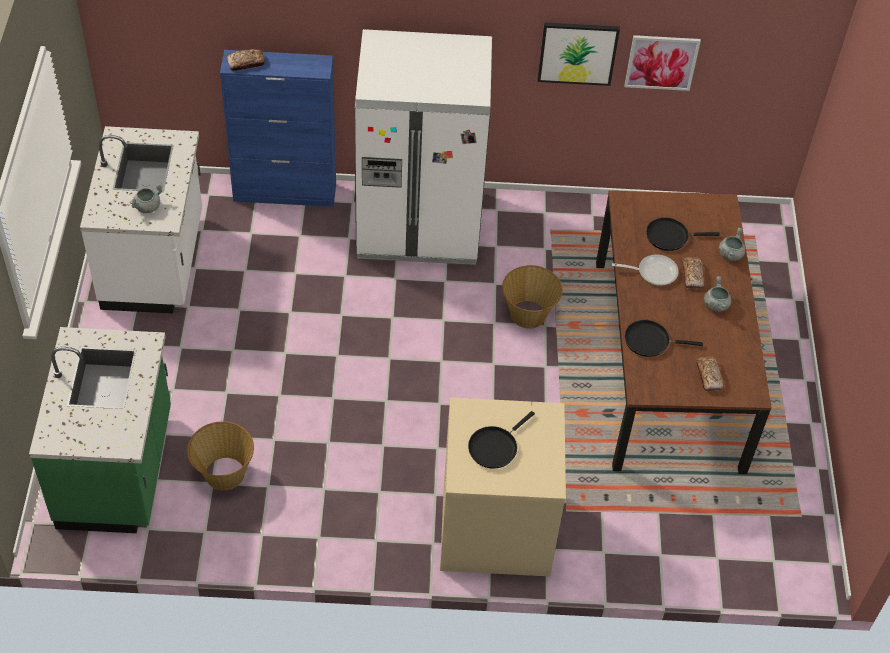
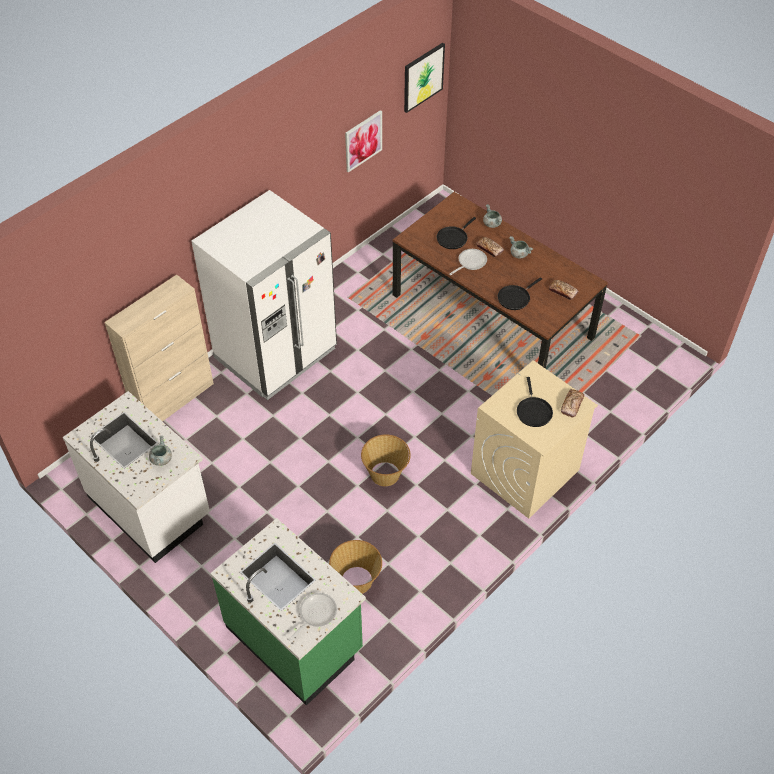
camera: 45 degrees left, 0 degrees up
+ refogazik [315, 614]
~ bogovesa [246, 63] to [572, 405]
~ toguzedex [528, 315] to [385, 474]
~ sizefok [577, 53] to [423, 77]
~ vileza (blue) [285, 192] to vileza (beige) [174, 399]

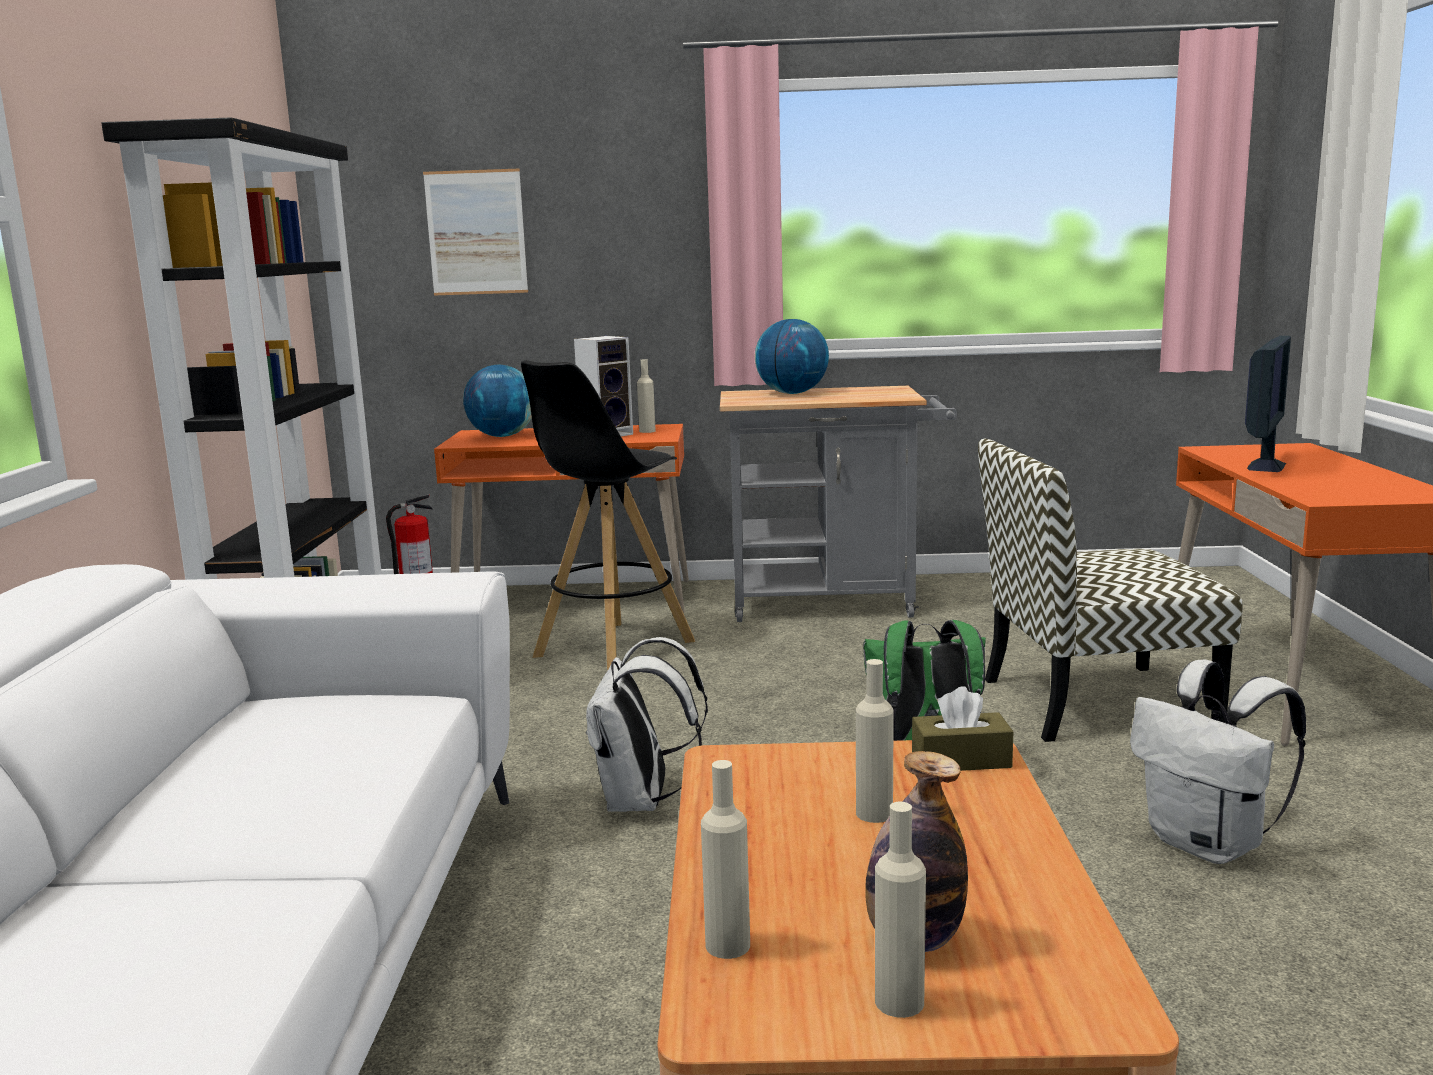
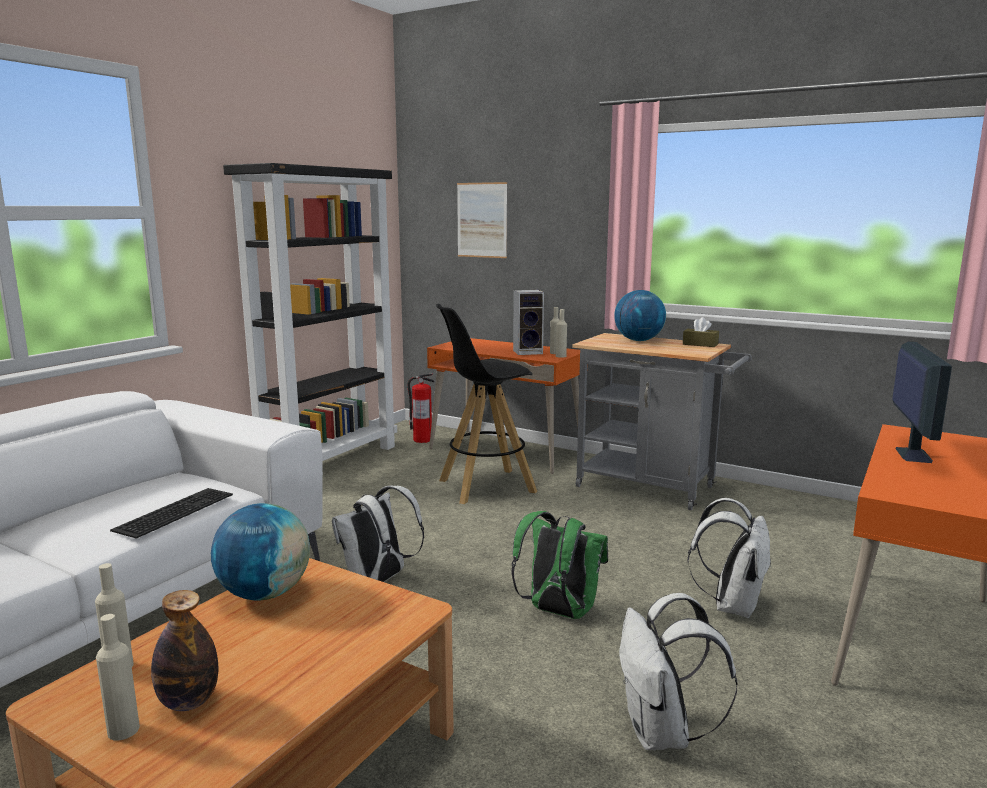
camera: 30 degrees right, 0 degrees up
+ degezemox [174, 511]
~ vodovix [502, 436] to [264, 594]
~ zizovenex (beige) [874, 813] to [560, 356]
~ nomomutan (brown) [961, 760] to [700, 344]
~ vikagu [1094, 702] to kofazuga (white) [731, 605]
~ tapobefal [1266, 466] = [912, 454] 45 degrees counterclockwise

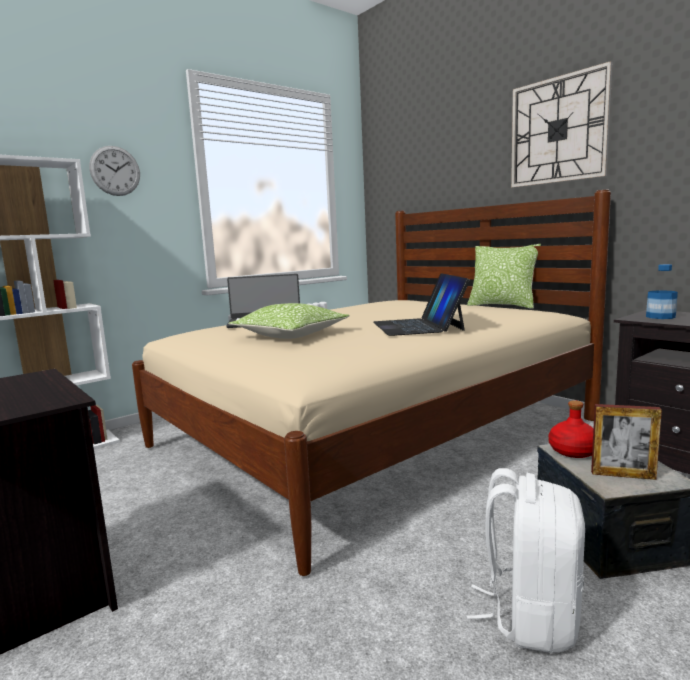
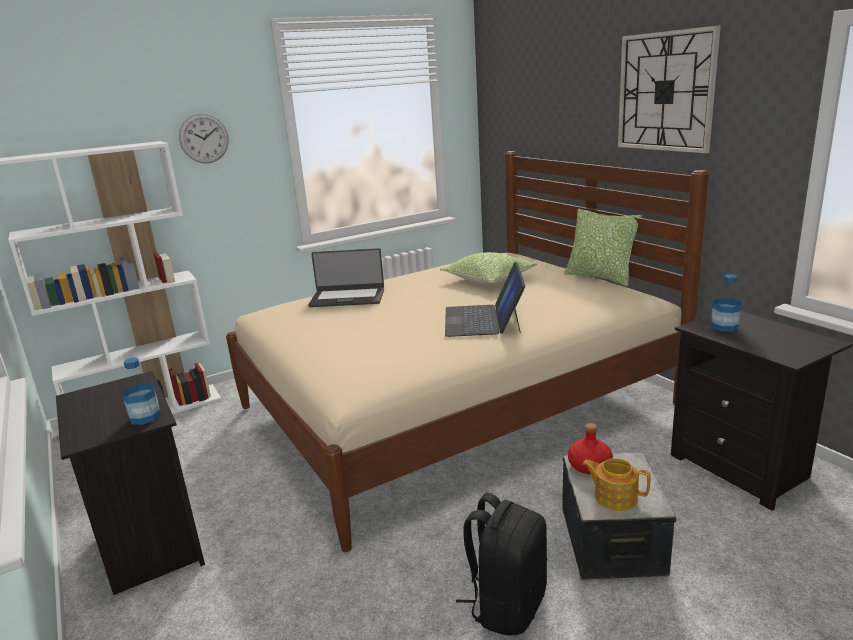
camera: 10 degrees right, 10 degrees up
+ zizovenex [145, 417]
~ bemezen [291, 335] to [488, 279]
~ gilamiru [623, 475] to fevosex [614, 497]
~ kofazuga (white) [530, 616] to kofazuga (black) [507, 605]

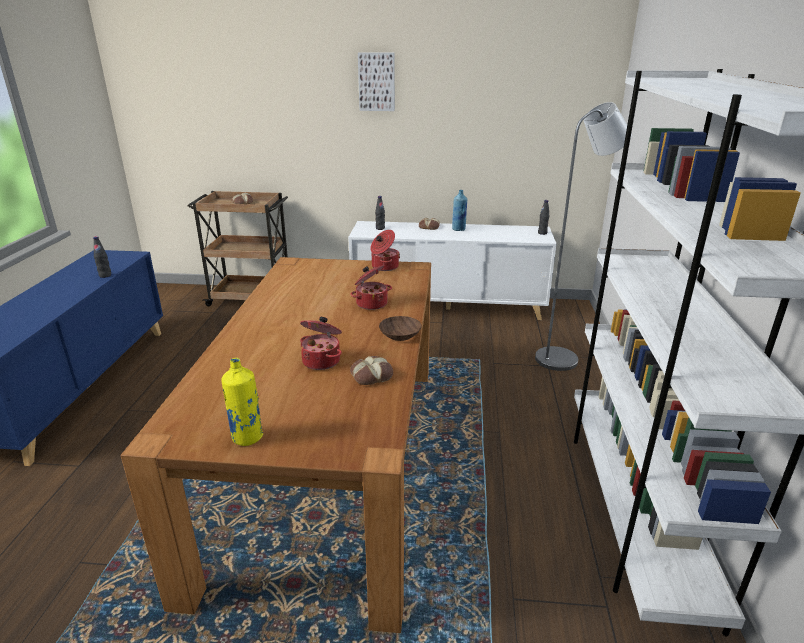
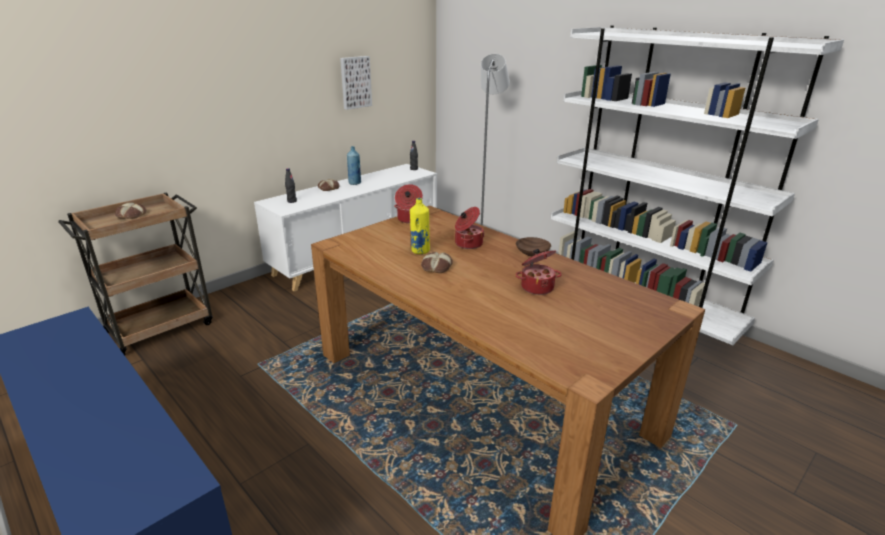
camera: 50 degrees left, 0 degrees up
- zizovenex (black) [105, 275]
~ zizovenex (yellow) [247, 437] to [420, 251]
~ bogovesa [371, 375] to [436, 266]
~ sizefok [377, 82] to [355, 82]

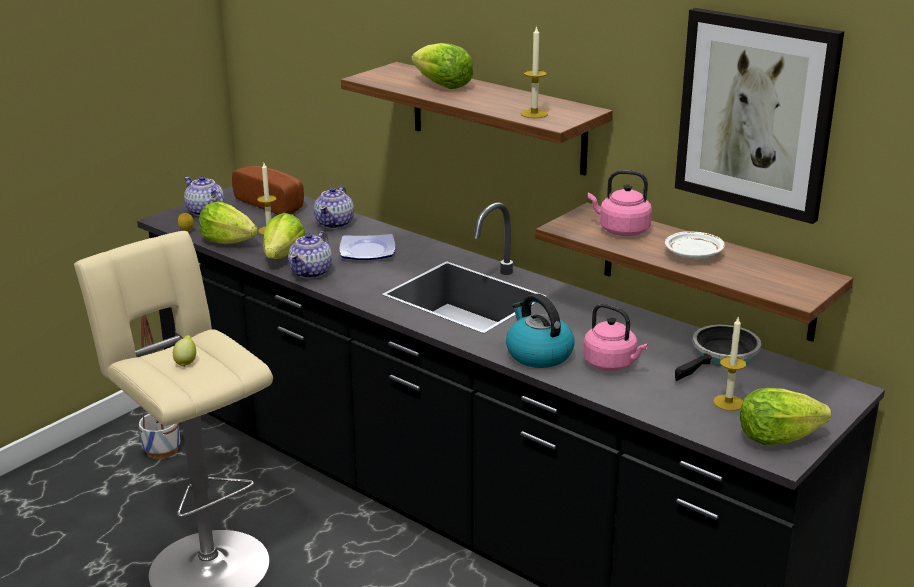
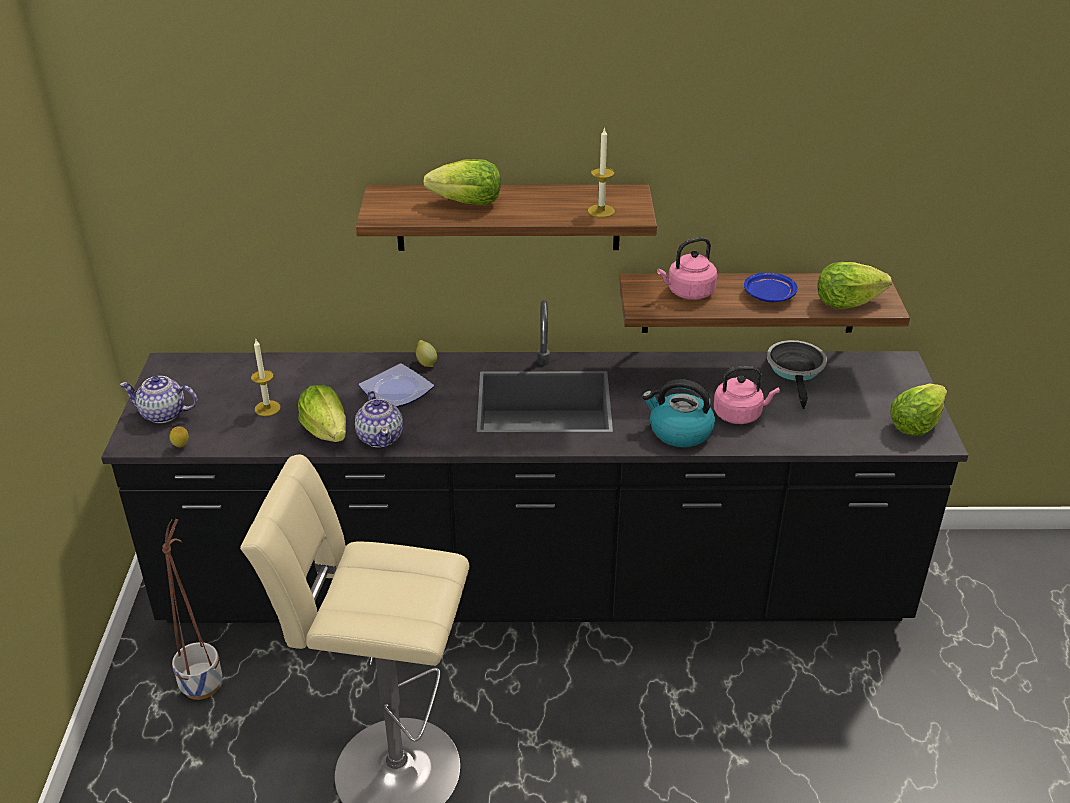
camera: 40 degrees left, 10 degrees up
- bogovesa [273, 203]
- fevosex [335, 223]
- sizefok [756, 113]
- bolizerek [728, 402]
~ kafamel [186, 362] to [426, 363]
~ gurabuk [228, 241] to [846, 303]
~ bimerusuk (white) [693, 254] to bimerusuk (blue) [769, 295]

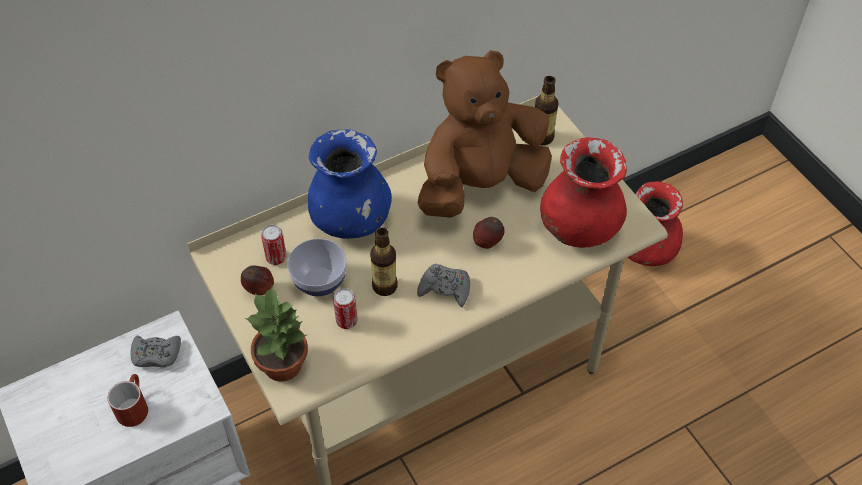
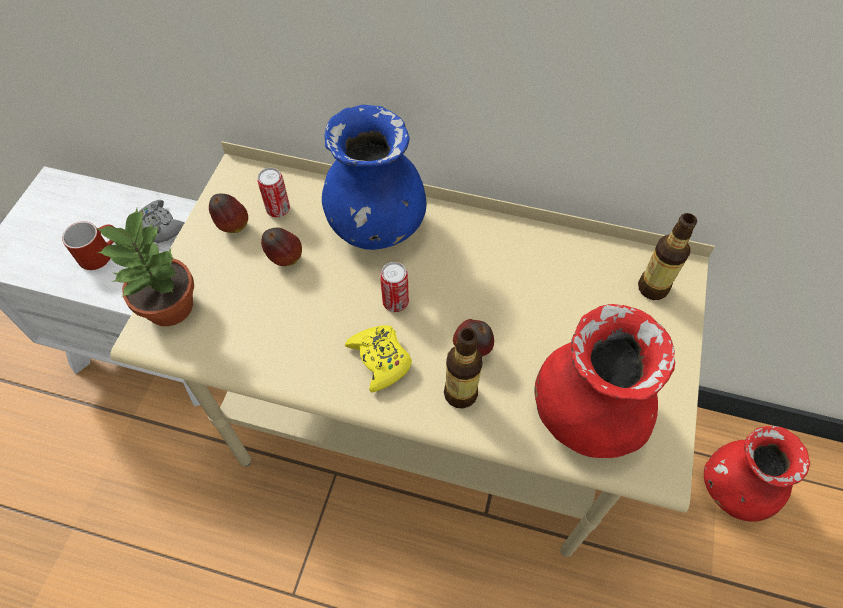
camera: 45 degrees right, 5 degrees up
- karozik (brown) [480, 185]
~ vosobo [346, 321] to [395, 302]
~ zizovenex [385, 286] to [460, 394]
~ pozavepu [320, 282] to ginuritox [285, 259]
~ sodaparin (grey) [445, 288] to sodaparin (yellow) [380, 360]

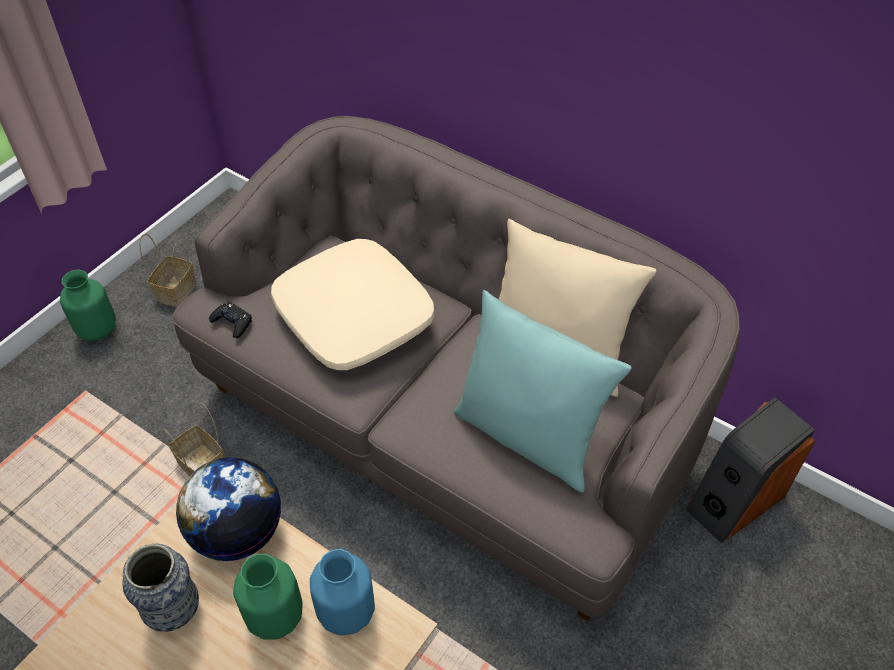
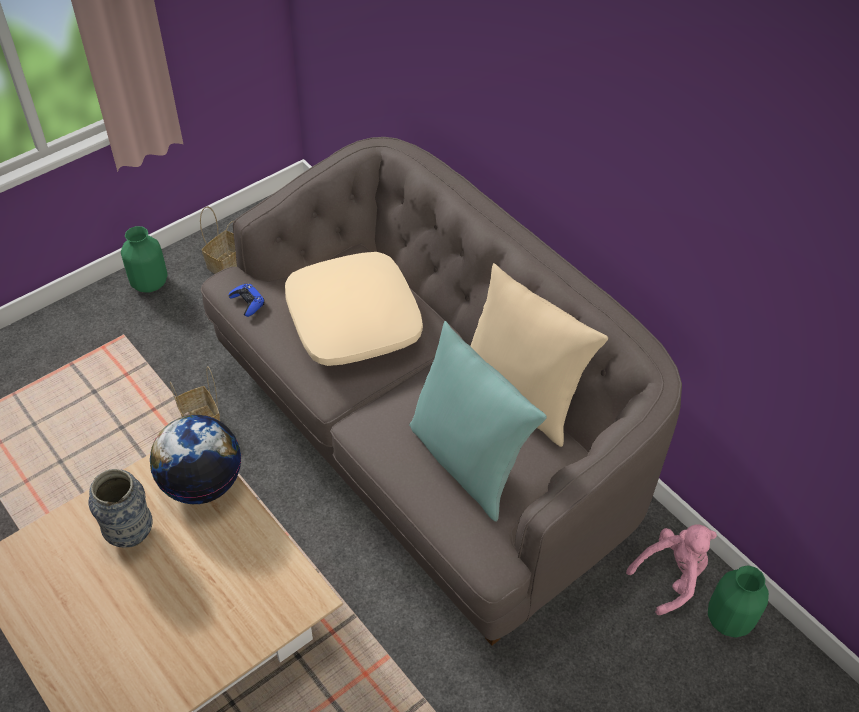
camera: 15 degrees right, 0 degrees up
- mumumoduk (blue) [346, 613]
~ mumumoduk (green) [276, 616] to [730, 619]
~ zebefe [734, 500] to karozik (pink) [671, 577]
~ sodaparin (black) [232, 323] to sodaparin (blue) [247, 302]

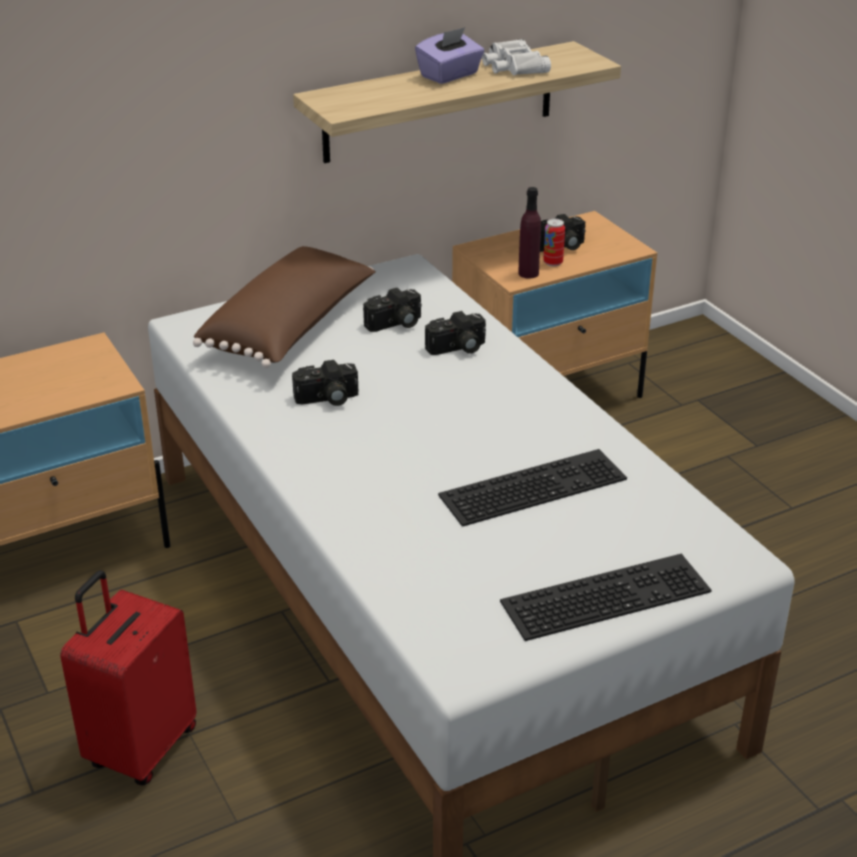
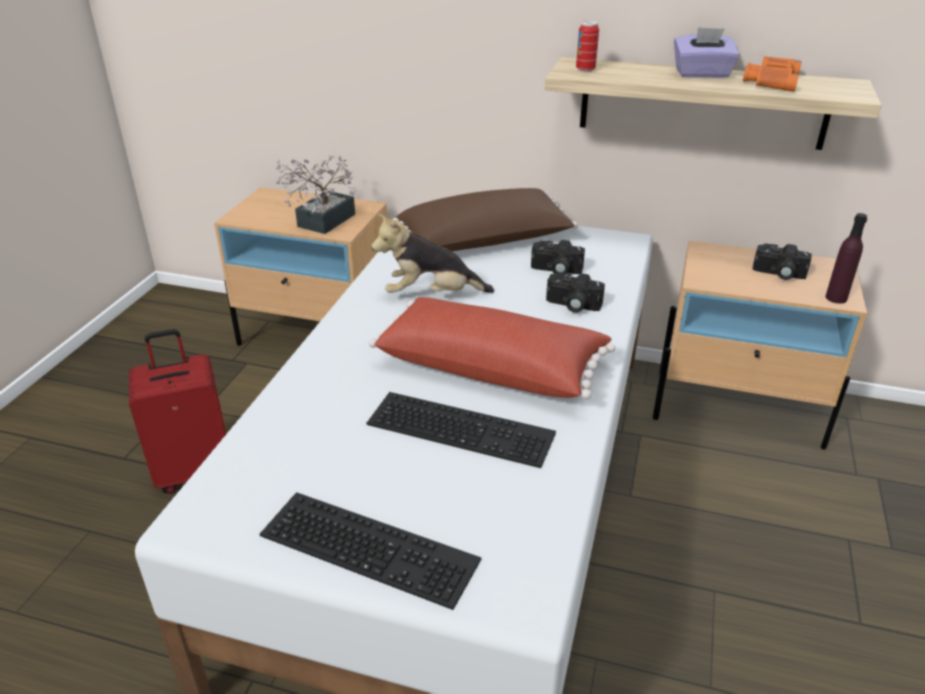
camera: 45 degrees right, 0 degrees up
+ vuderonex [321, 223]
+ bemezen (red) [491, 367]
~ zizovenex (purple) [528, 273] to [836, 298]
~ vosobo [553, 263] to [585, 70]
~ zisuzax [327, 399] to karozik [431, 295]
~ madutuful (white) [513, 66] to madutuful (orange) [771, 81]

